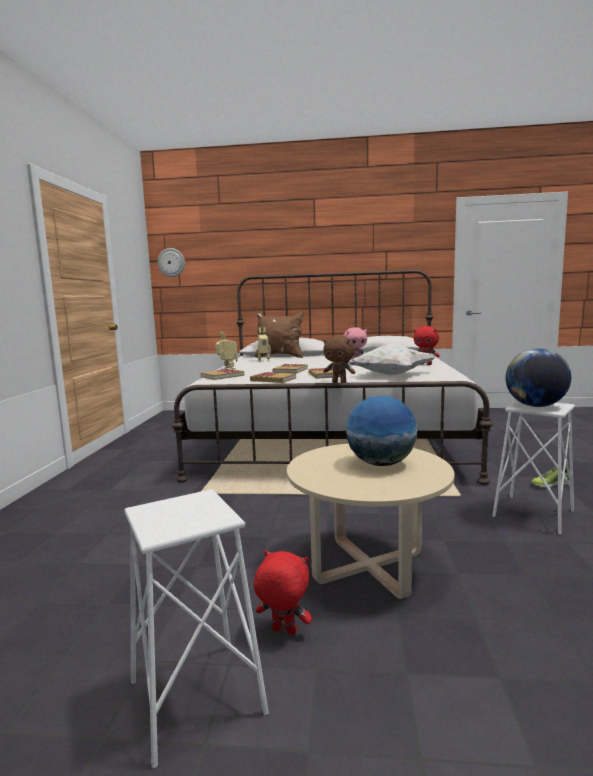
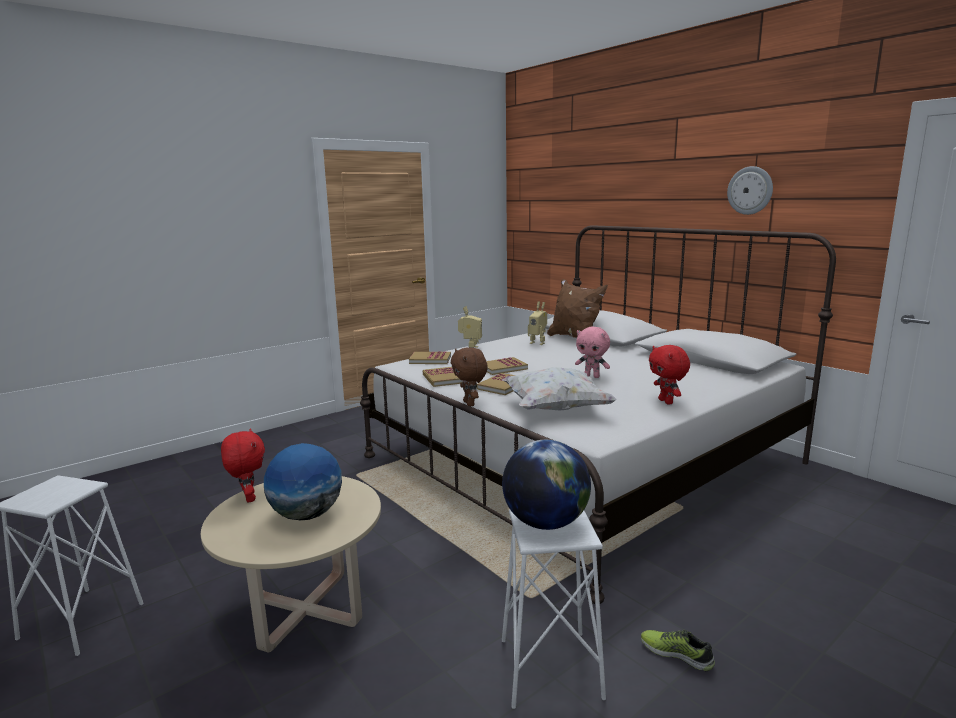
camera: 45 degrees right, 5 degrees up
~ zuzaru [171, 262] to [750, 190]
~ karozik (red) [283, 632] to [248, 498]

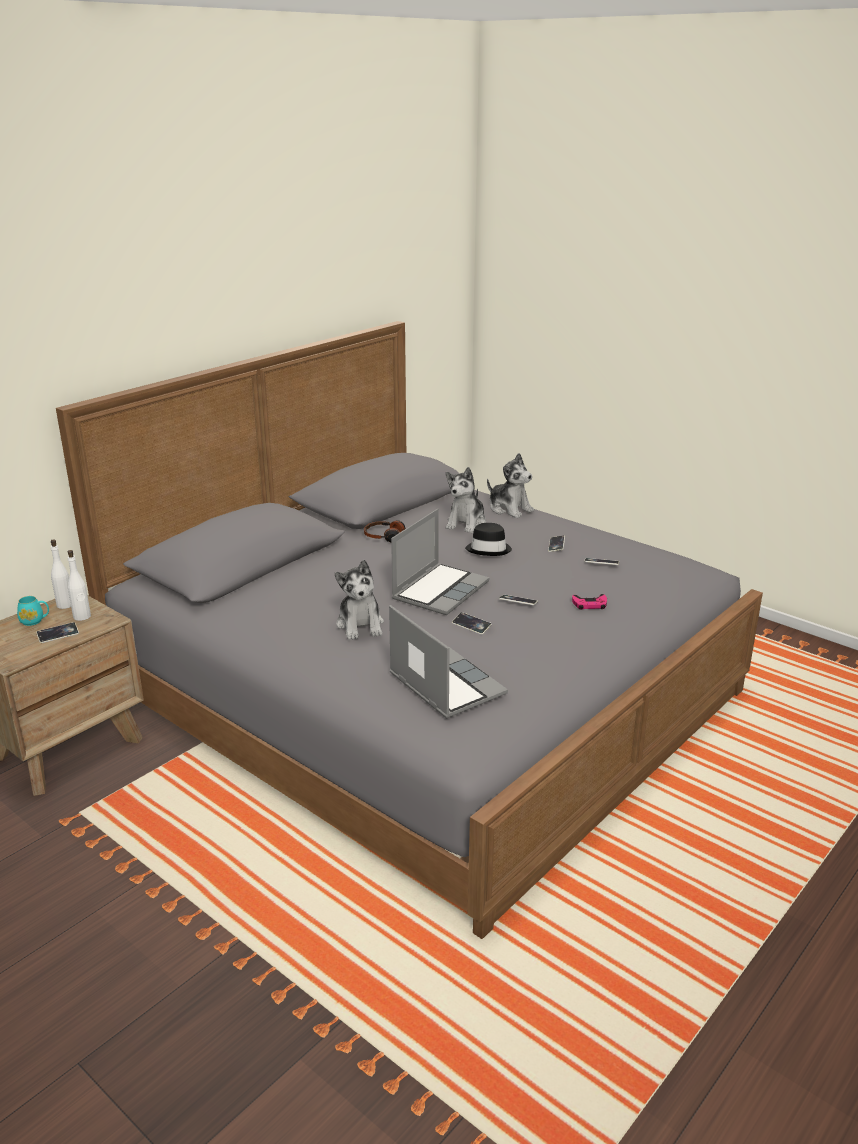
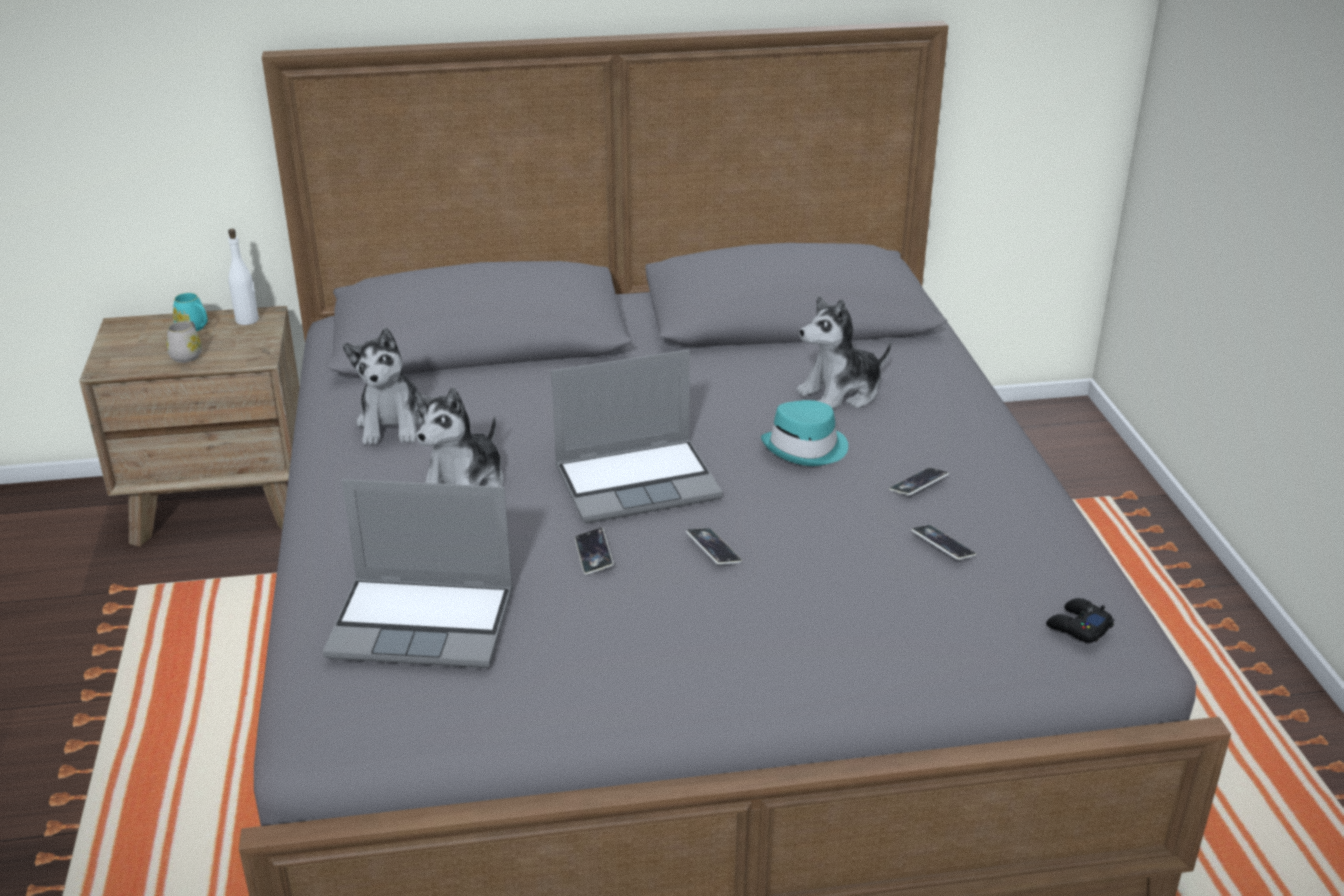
camera: 40 degrees right, 5 degrees up
- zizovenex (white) [82, 616]
- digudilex [385, 536]
- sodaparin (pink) [590, 604]
+ sodaparin (black) [1078, 627]
~ karozik [509, 509] to [392, 424]
~ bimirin [58, 635] to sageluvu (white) [188, 354]
~ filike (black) [489, 549] to filike (turquoise) [806, 448]
~ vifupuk [444, 685] = [425, 623] 90 degrees clockwise

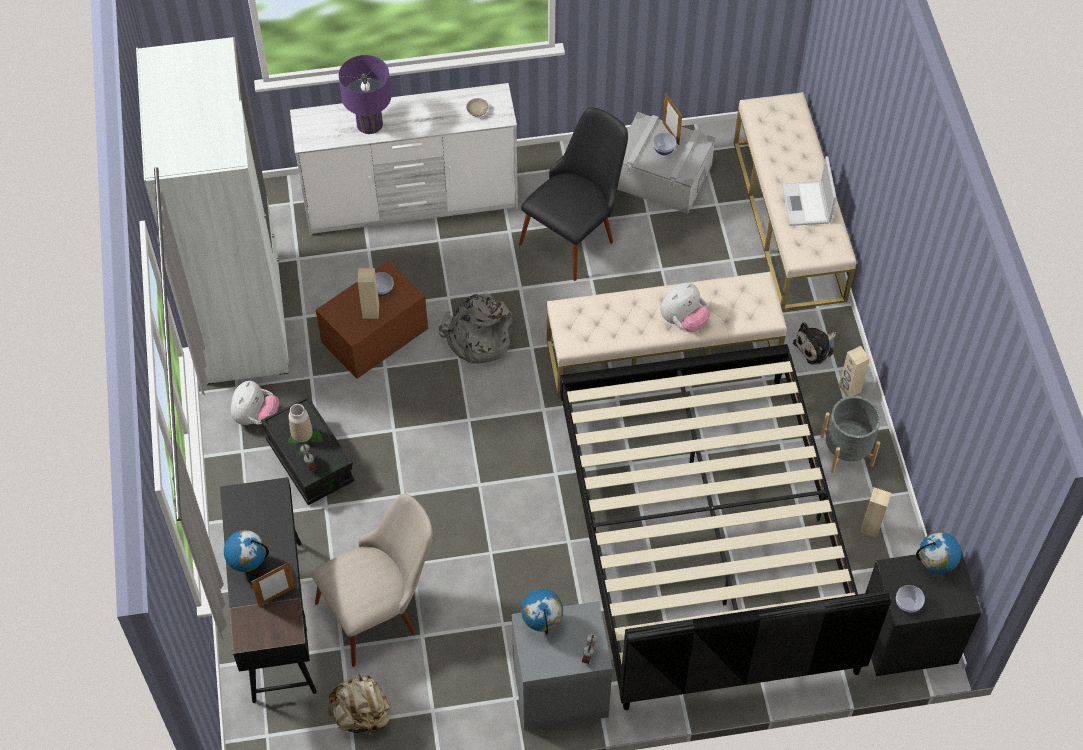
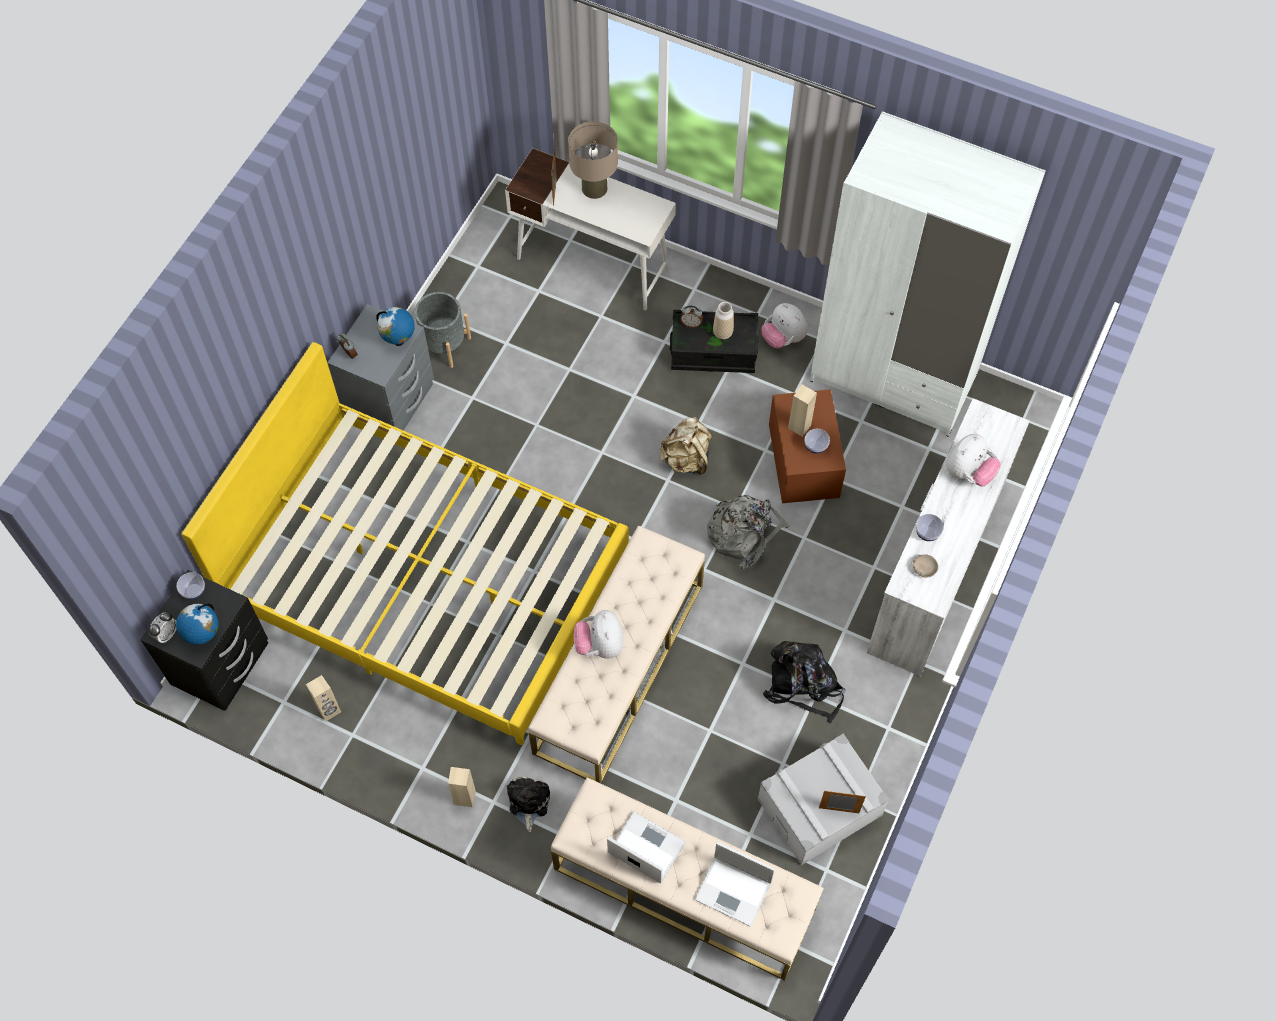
camera: 125 degrees right, 5 degrees up
- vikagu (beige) [380, 609]
+ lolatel [166, 634]
+ vifupuk [734, 891]
~ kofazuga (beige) [362, 715] to [686, 459]
~ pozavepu [663, 150] to [927, 533]
~ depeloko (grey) [846, 450] to [444, 345]
~ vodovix [248, 564] to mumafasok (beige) [594, 188]
~ mumafasok (purple) [369, 124] to karozik [968, 472]
~ vikagu (black) [575, 233] to kofazuga (black) [803, 684]
~ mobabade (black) [277, 619] to mobabade (white) [593, 264]
~ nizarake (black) [704, 536] to nizarake (yellow) [426, 580]

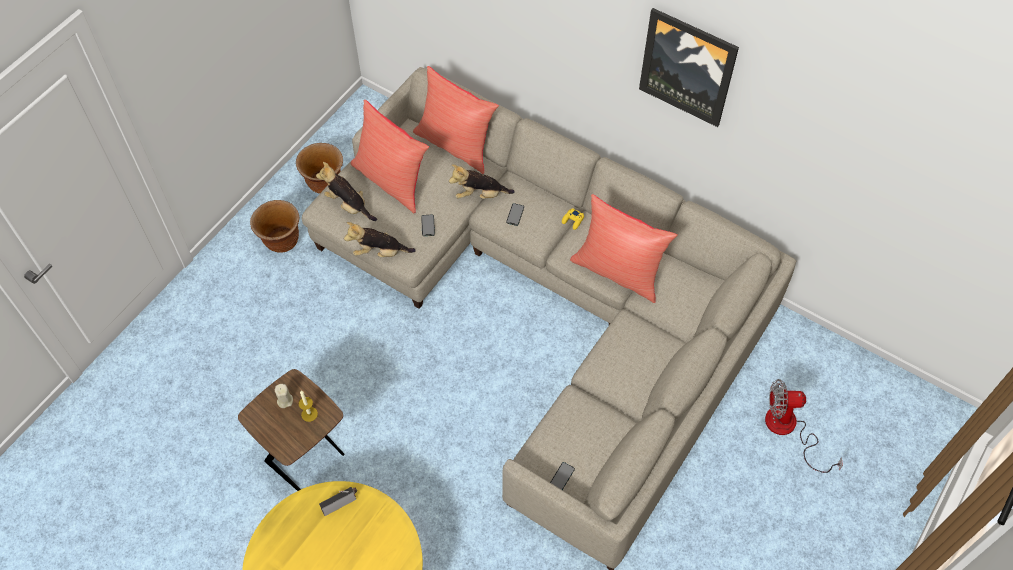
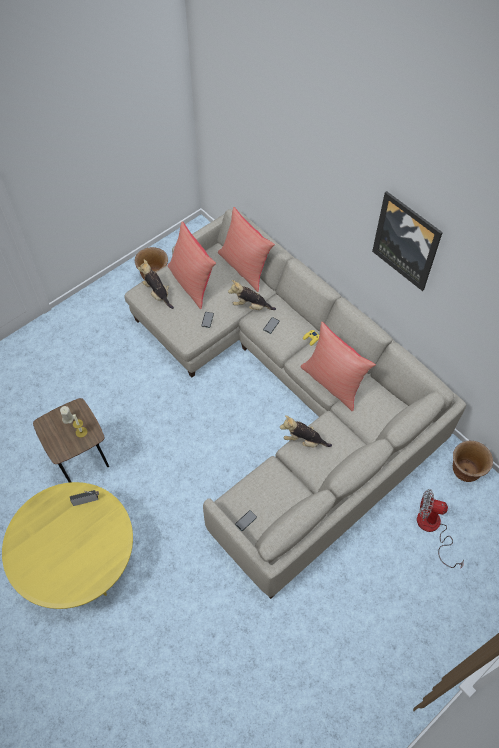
camera: 15 degrees right, 0 degrees up
~ depeloko (brown) [282, 242] to [465, 471]
~ karozik [379, 252] to [303, 440]

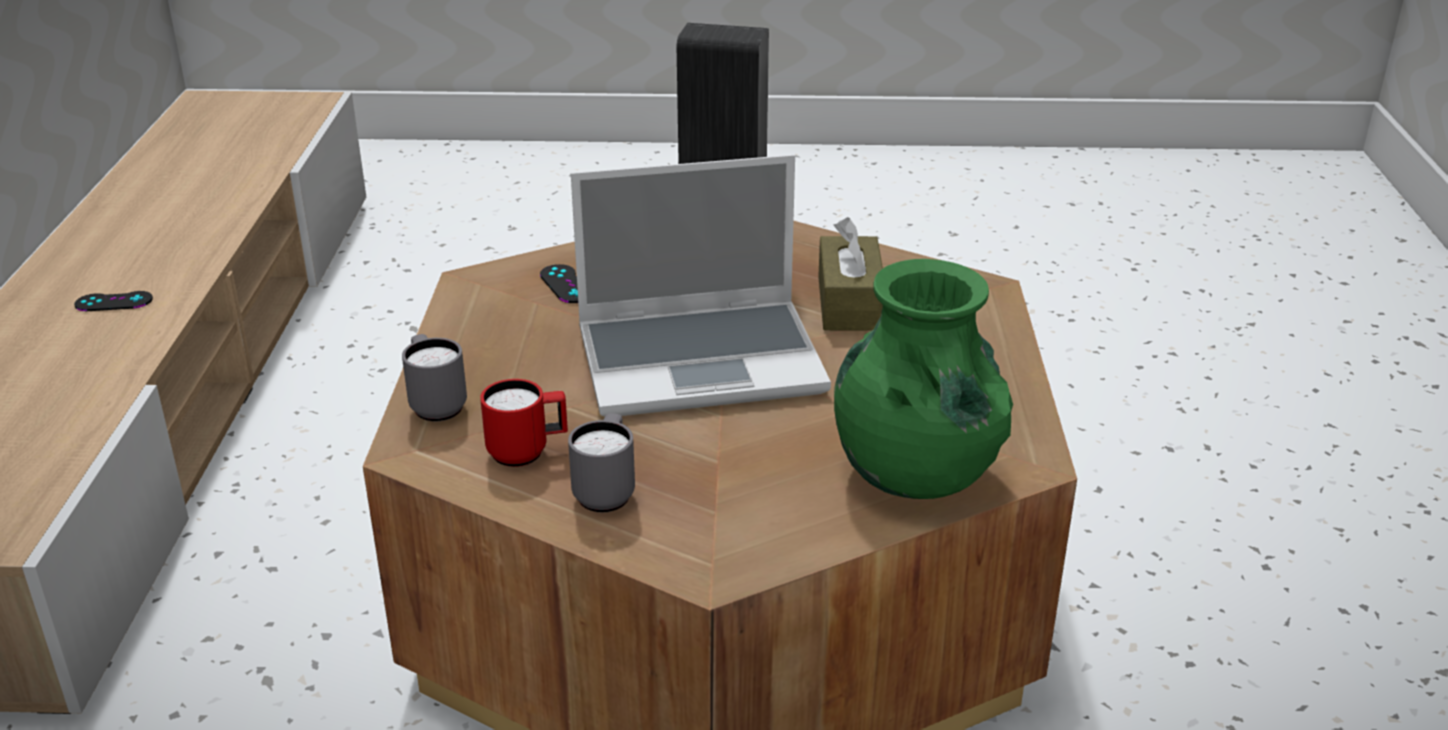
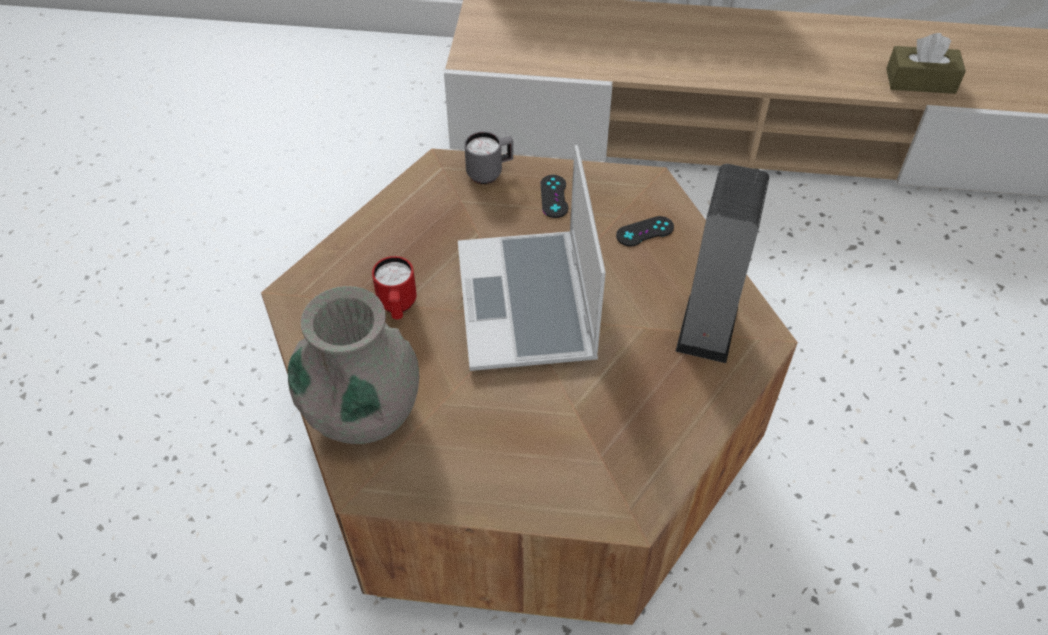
camera: 95 degrees right, 20 degrees up
- sageluvu (grey) [606, 491]
~ sodaparin (black) [114, 302] to [554, 196]
~ sageluvu (red) [527, 452] to [397, 307]
~ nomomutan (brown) [849, 303] to [920, 81]
~ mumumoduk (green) [915, 474] to mumumoduk (grey) [363, 411]

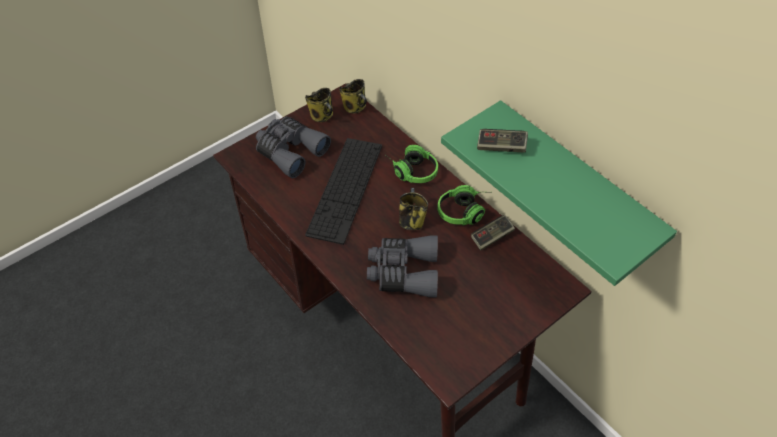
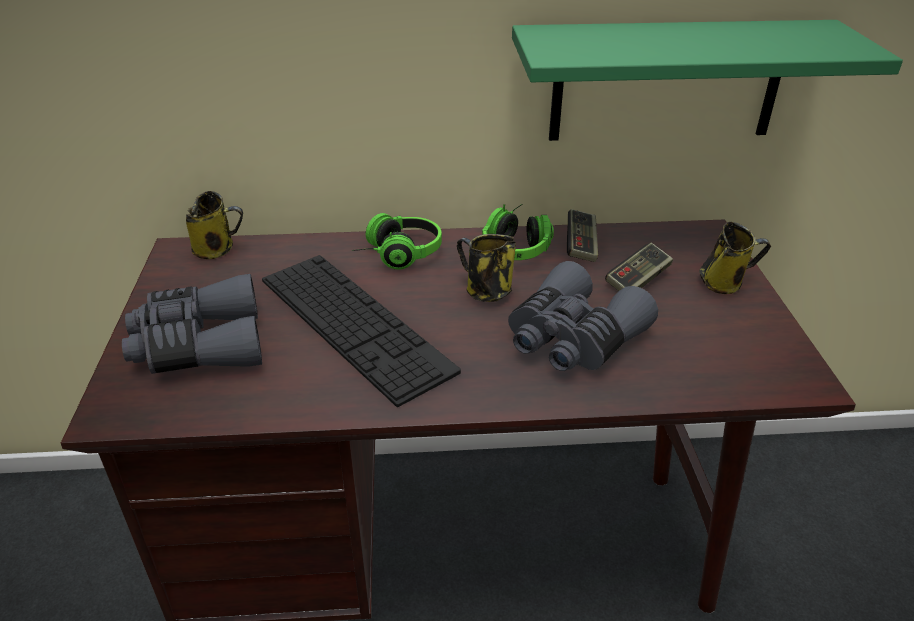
camera: 55 degrees left, 15 degrees down
~ sageluvu [322, 116] to [724, 283]
~ sodaparin [501, 147] to [637, 280]

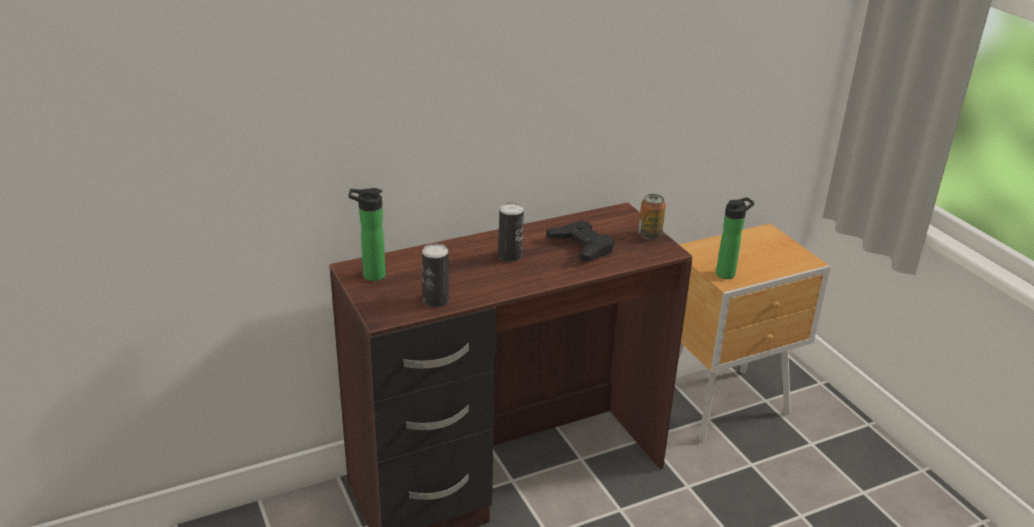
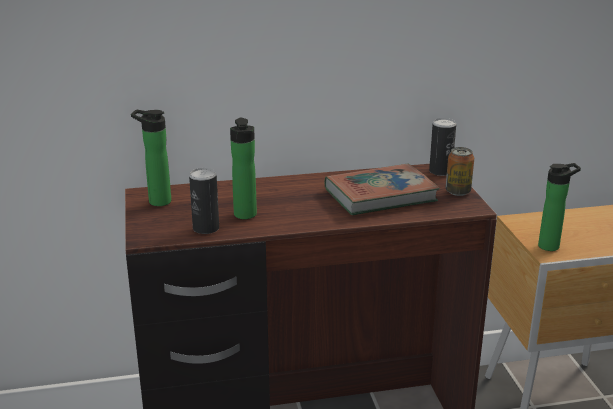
camera: 15 degrees right, 5 degrees down
+ zizovenex [245, 216]
~ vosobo [510, 256] to [440, 171]
~ sodaparin (black) [581, 246] to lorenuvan [380, 195]

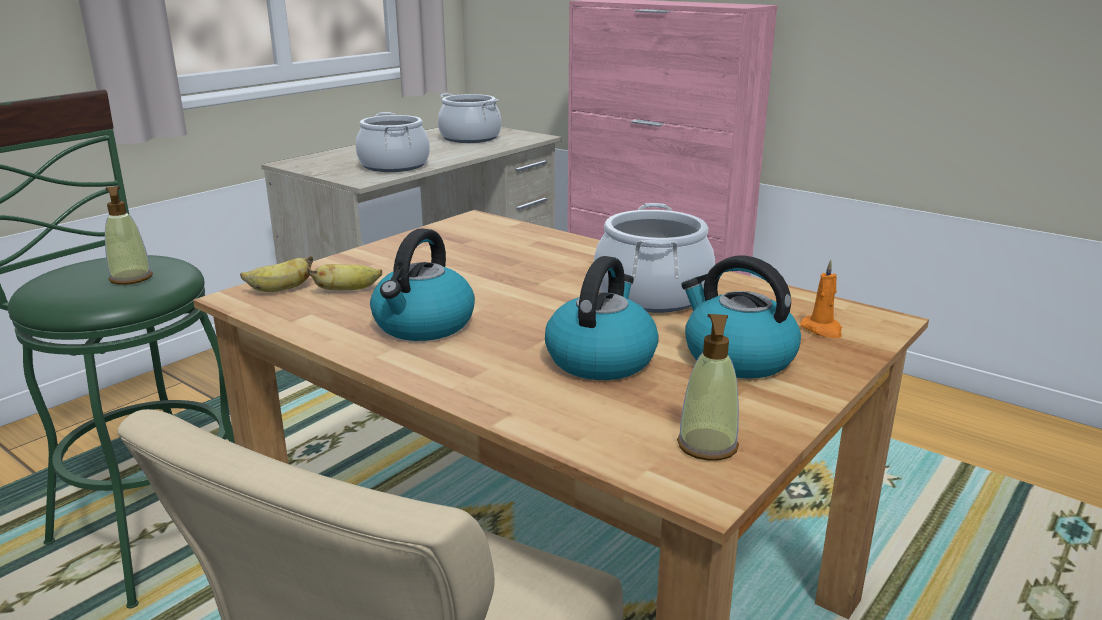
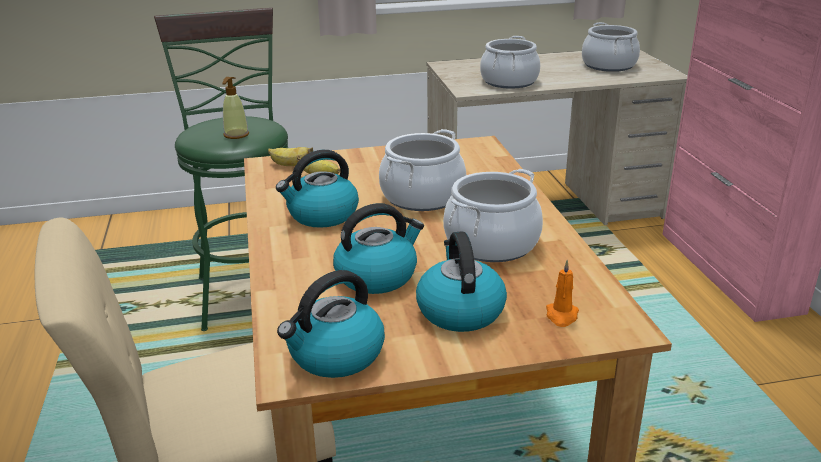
camera: 40 degrees right, 5 degrees up
+ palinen [422, 196]
~ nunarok [707, 446] to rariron [335, 355]

